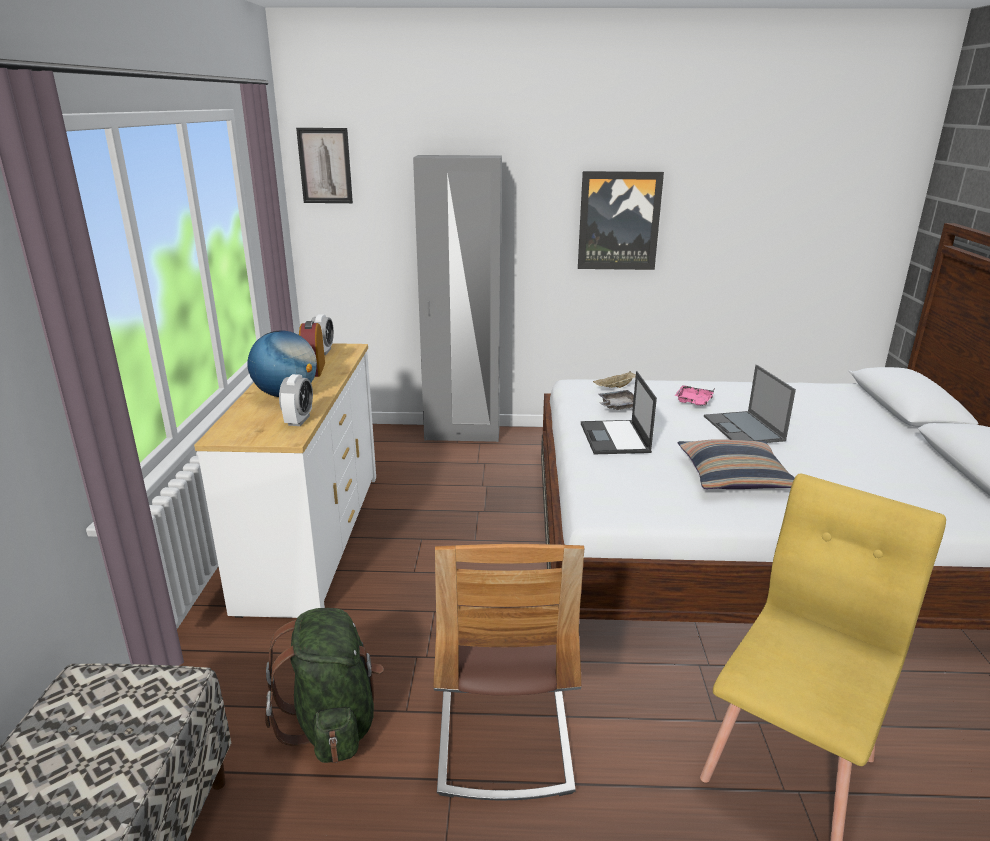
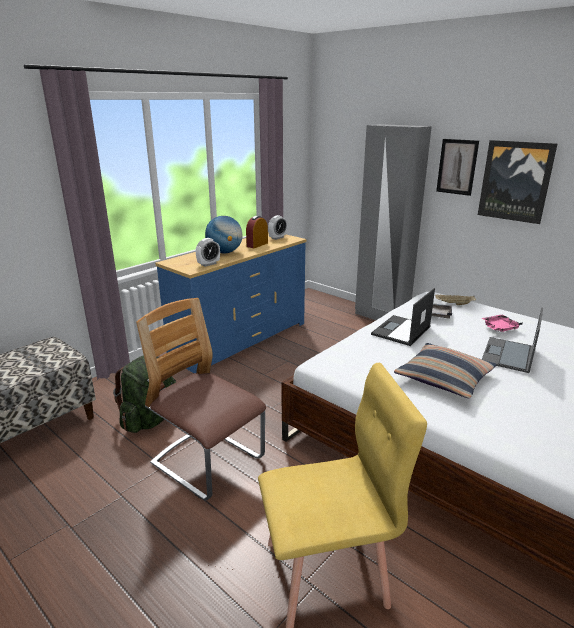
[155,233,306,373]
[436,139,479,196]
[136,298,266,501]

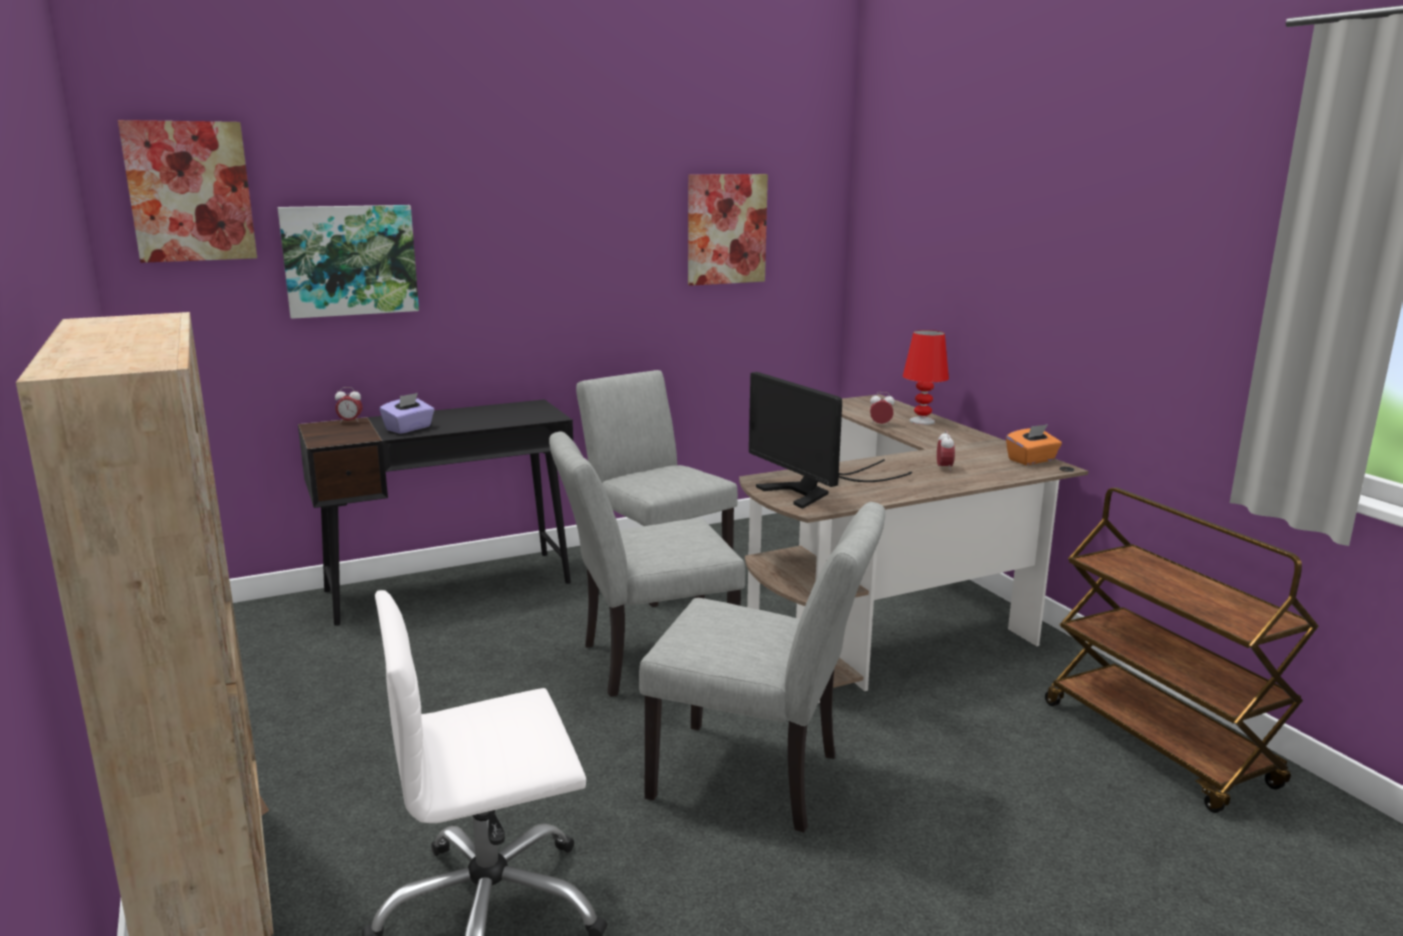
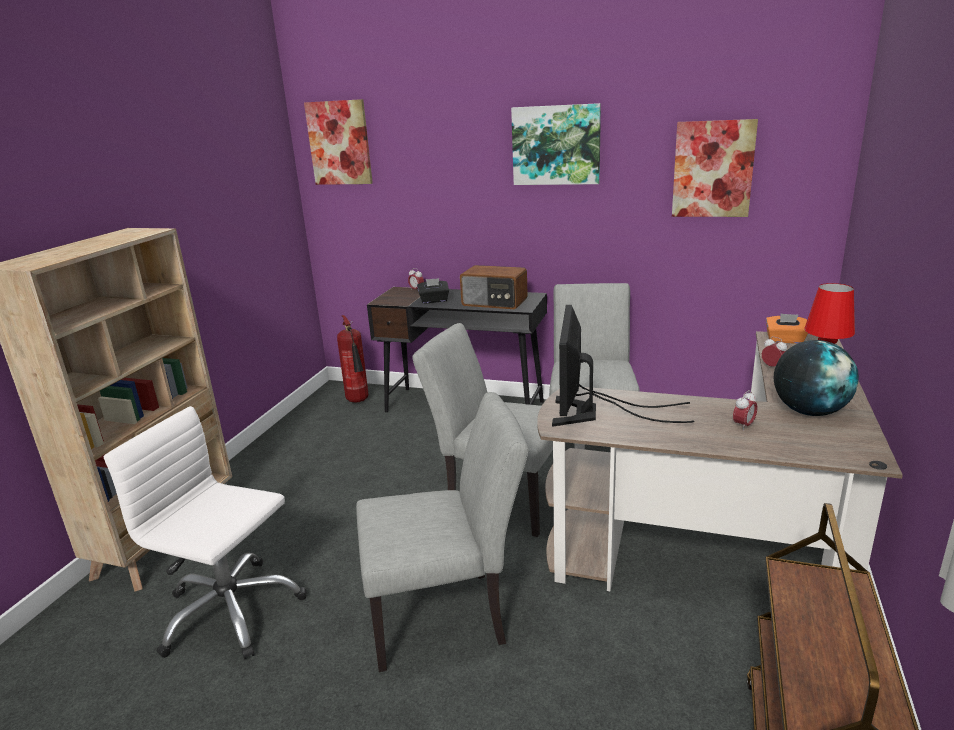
[511,103,601,185]
[417,278,449,303]
[356,392,528,672]
[766,313,808,344]
[337,315,368,403]
[460,265,528,309]
[774,340,859,416]

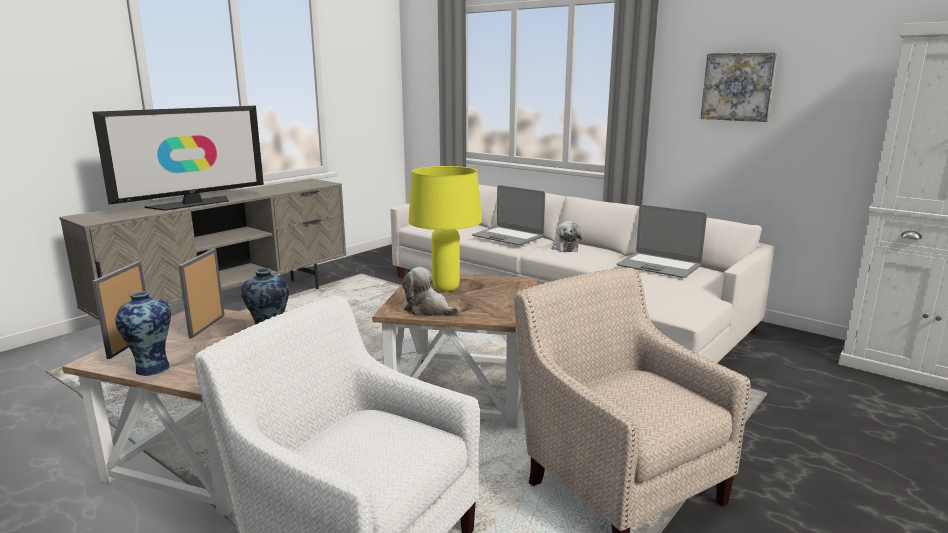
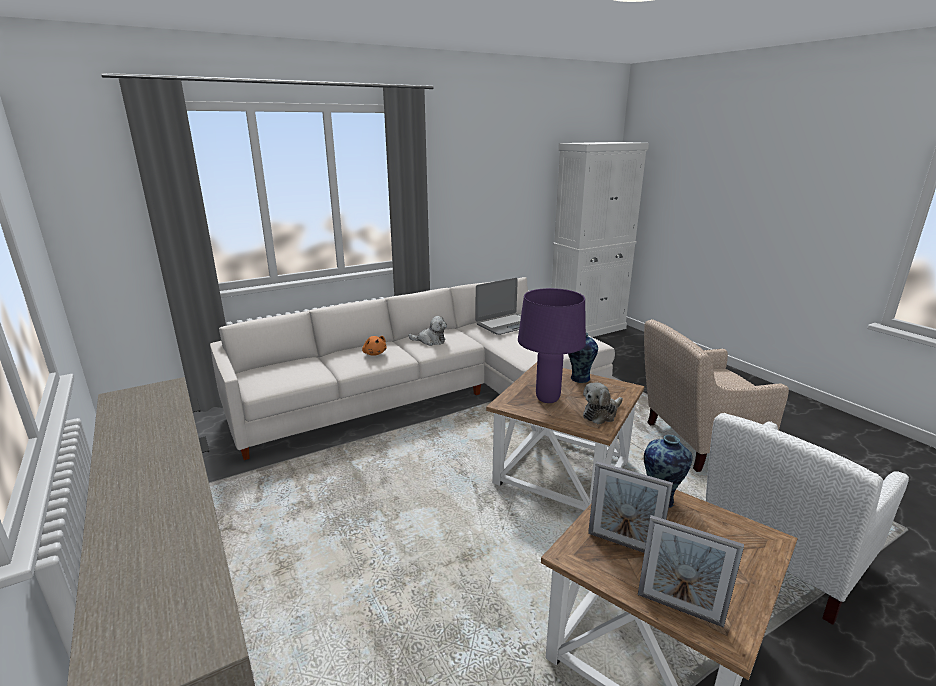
[92,106,264,210] (first image)
[568,333,598,383]
[518,288,586,403]
[362,336,387,356]
[701,52,777,122] (first image)

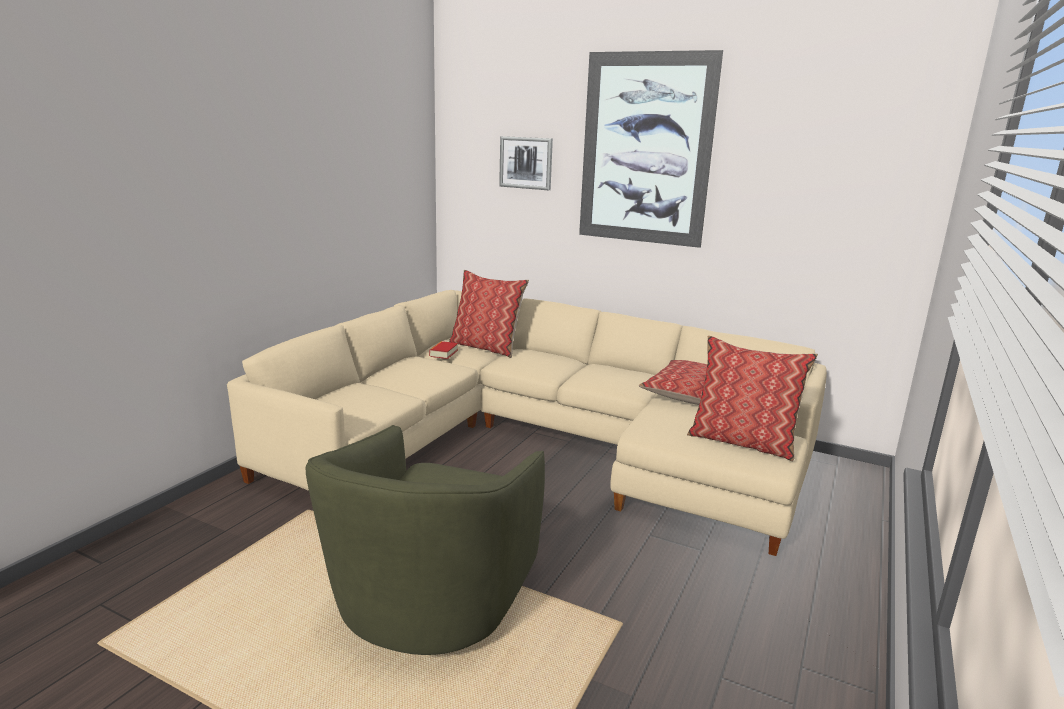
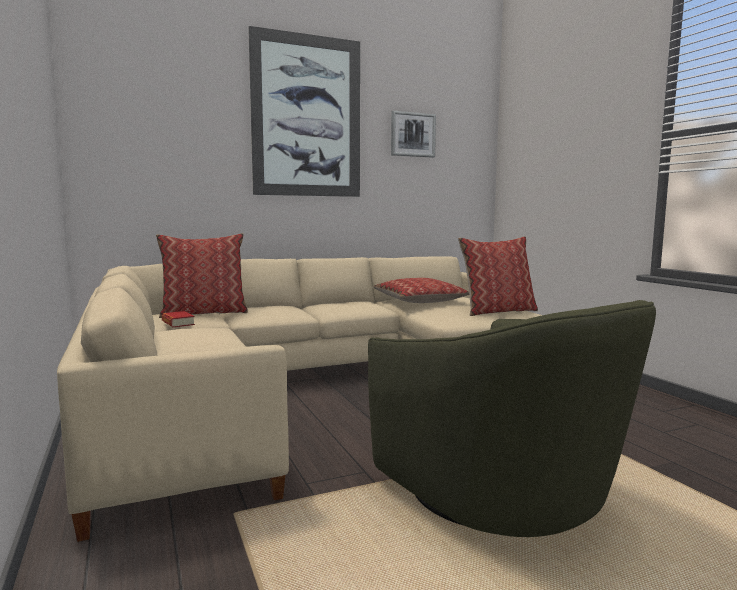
[391,111,436,158]

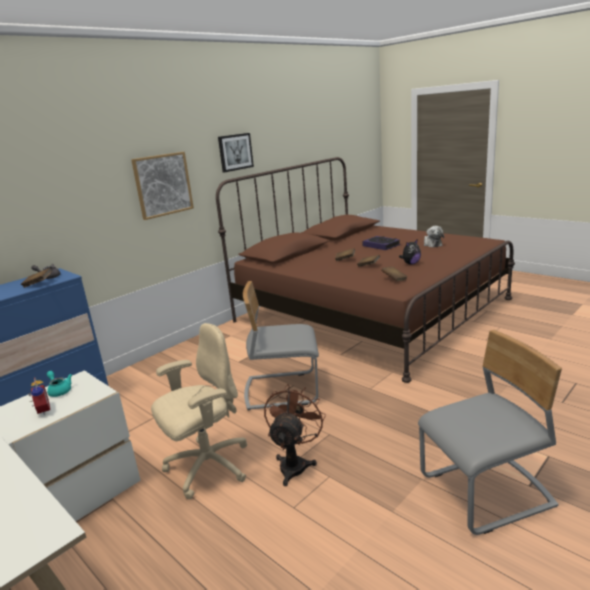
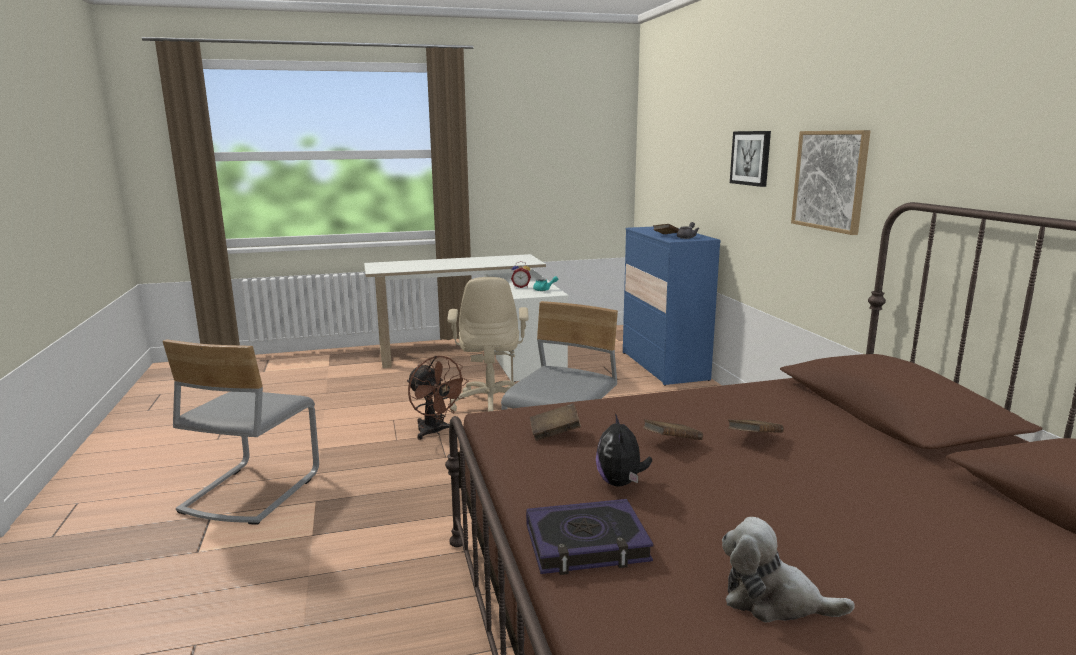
[730,131,771,187]
[526,499,654,575]

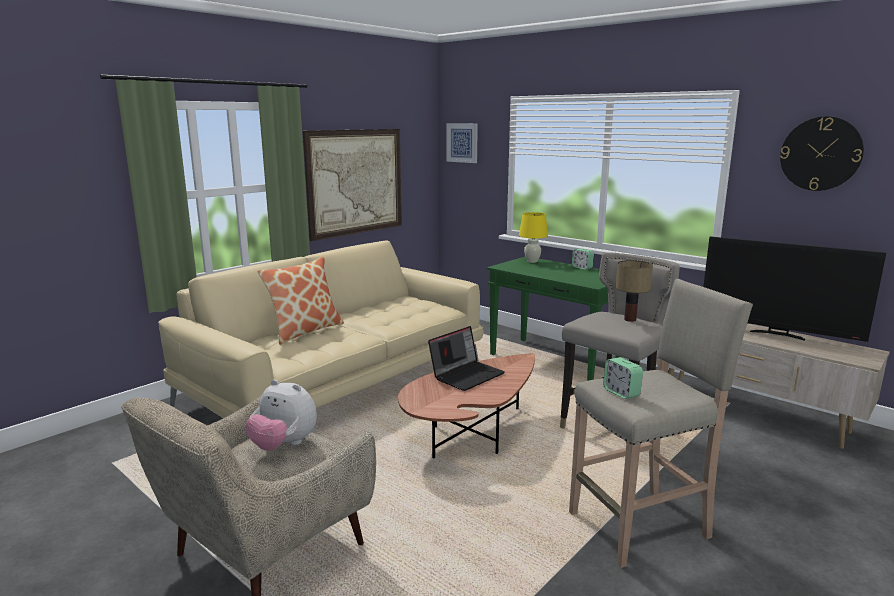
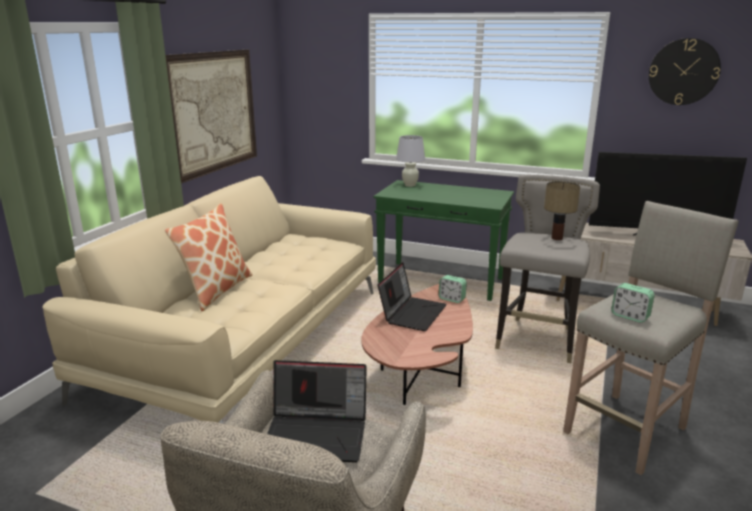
[267,360,367,463]
[447,123,478,163] (first image)
[396,135,425,187]
[439,275,467,303]

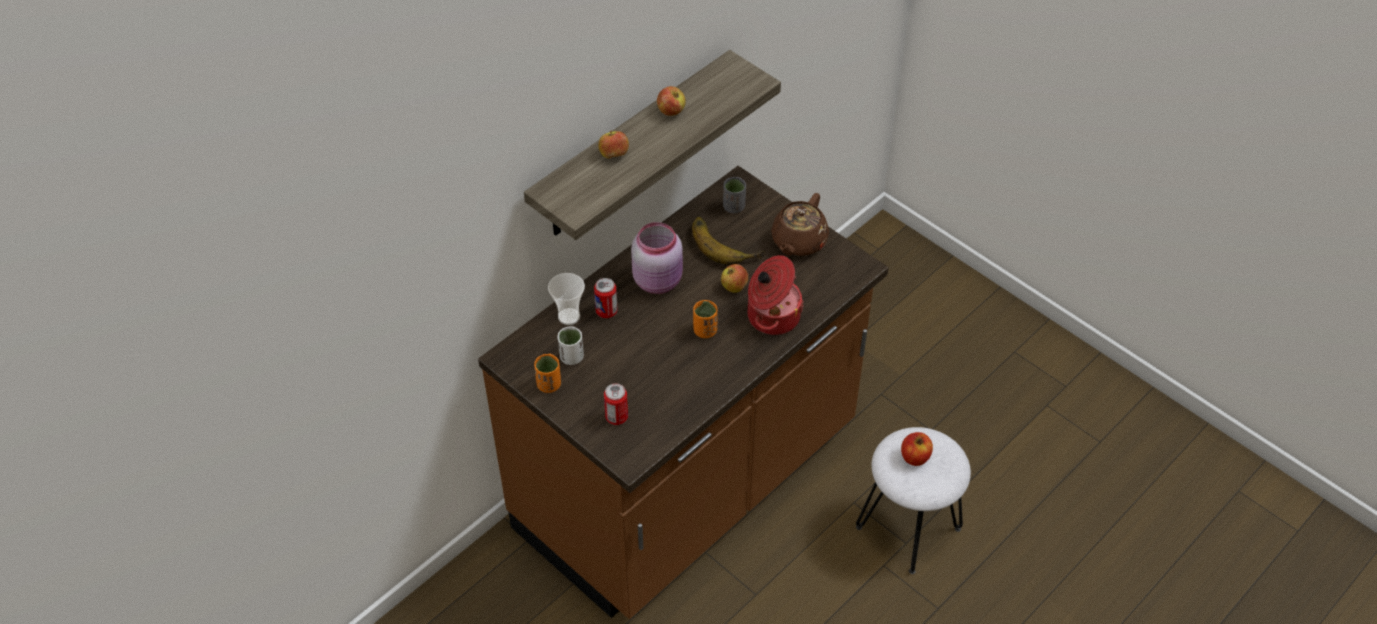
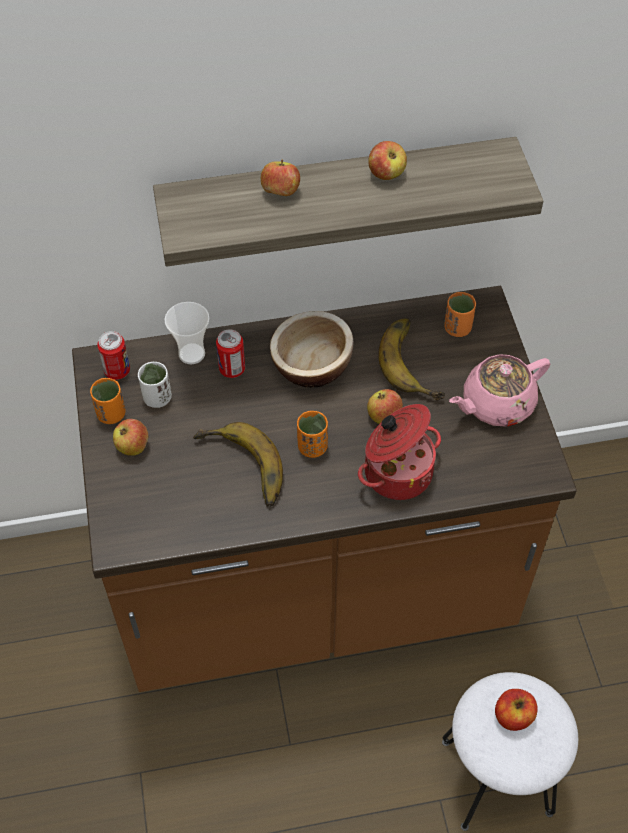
[97,331,130,380]
[270,311,353,388]
[444,292,476,337]
[449,354,551,427]
[113,419,148,456]
[193,422,283,507]

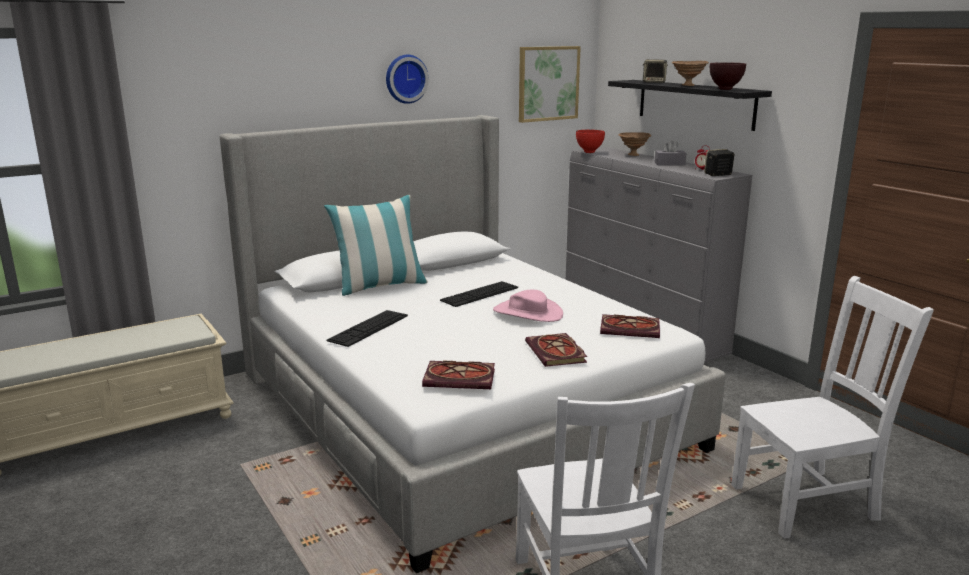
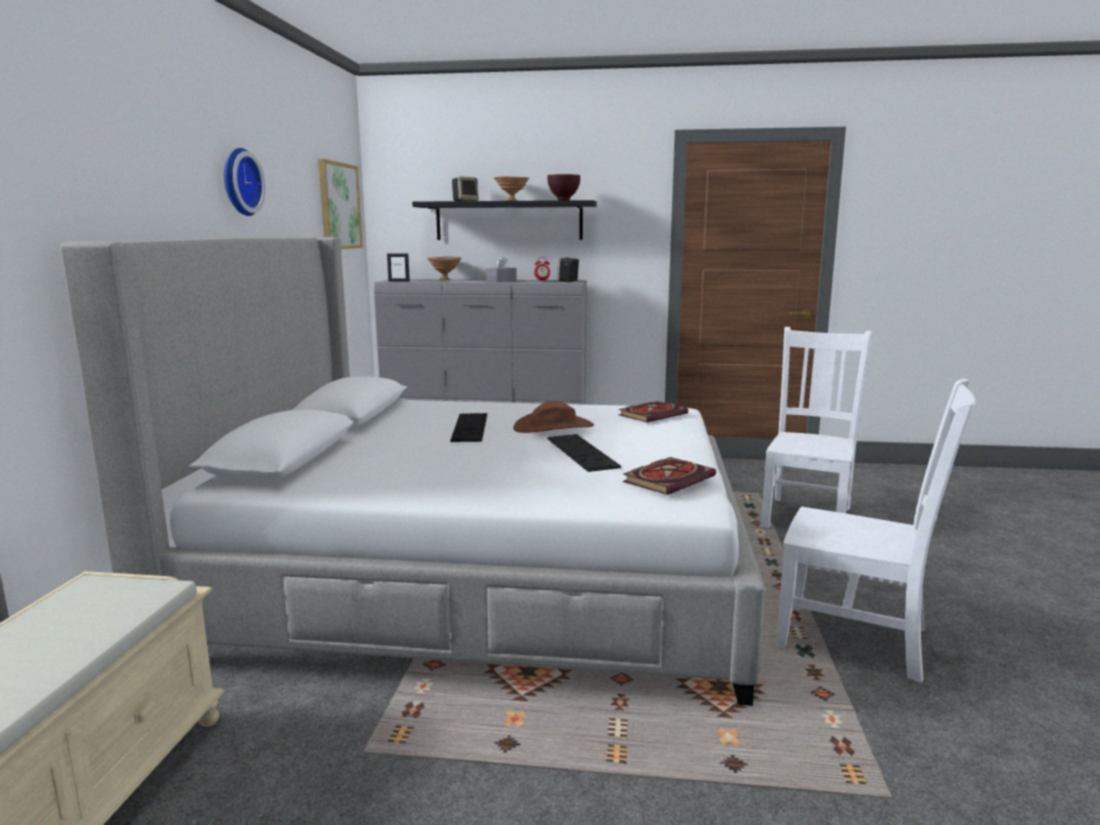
[324,195,428,296] (first image)
[547,434,621,472]
[513,401,594,433]
[525,333,587,367] (first image)
[387,253,410,282]

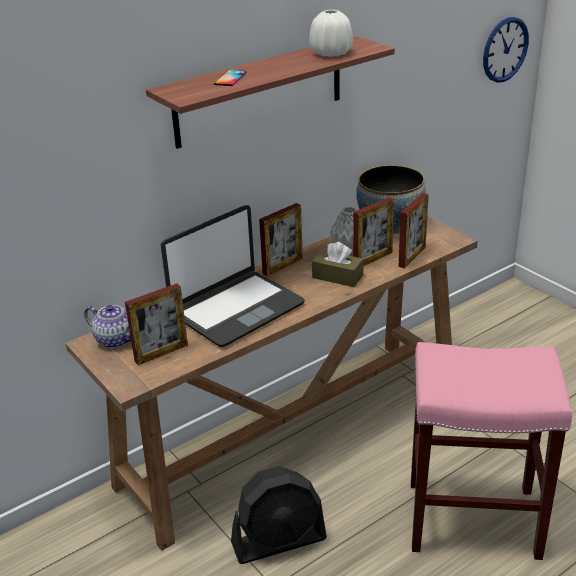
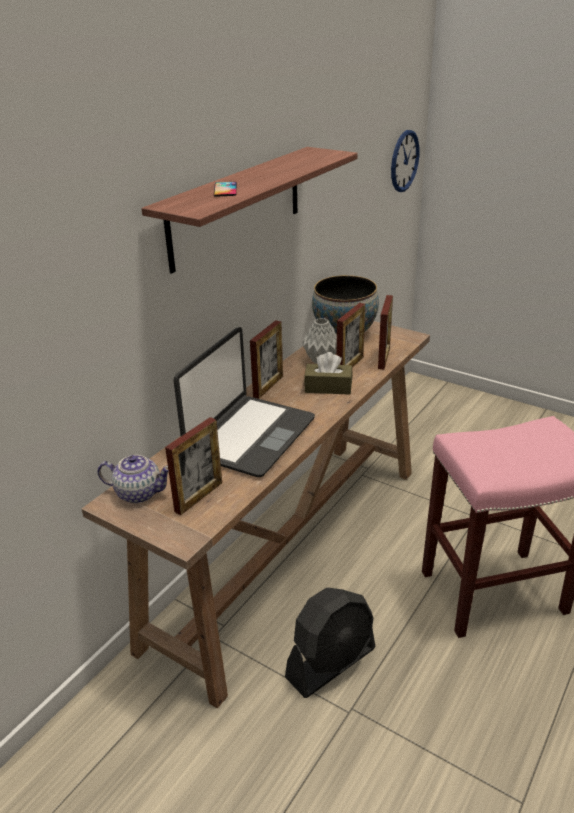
[309,10,353,57] (first image)

